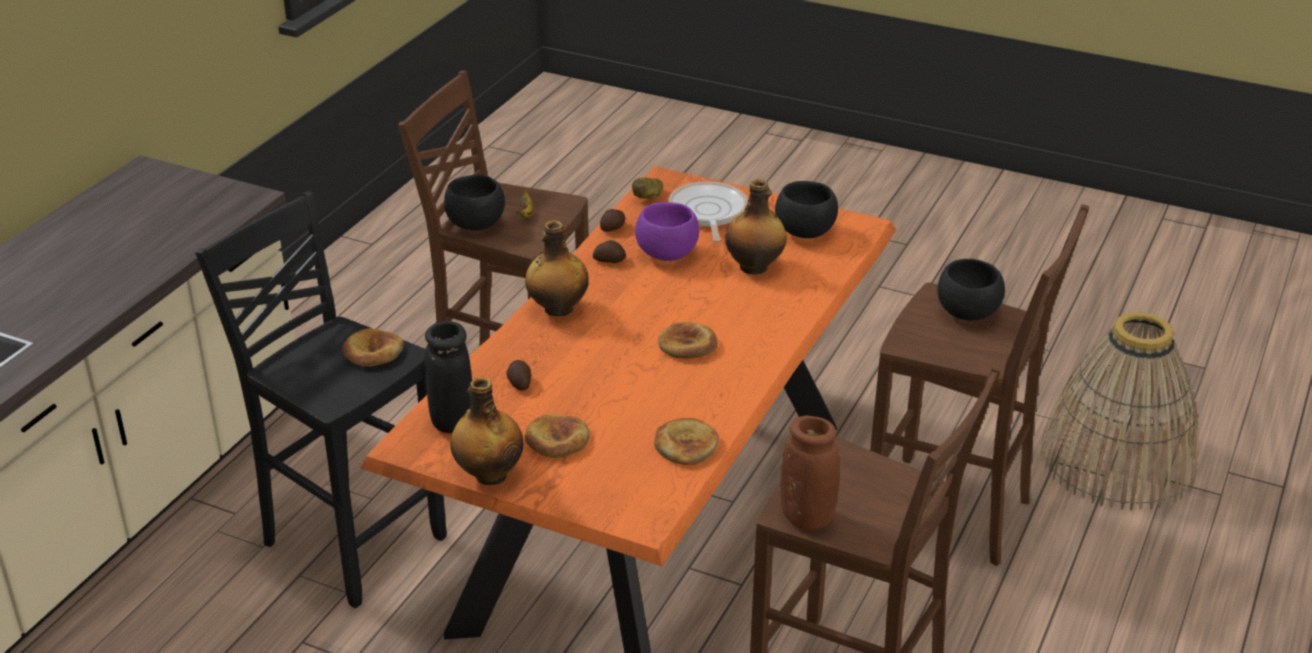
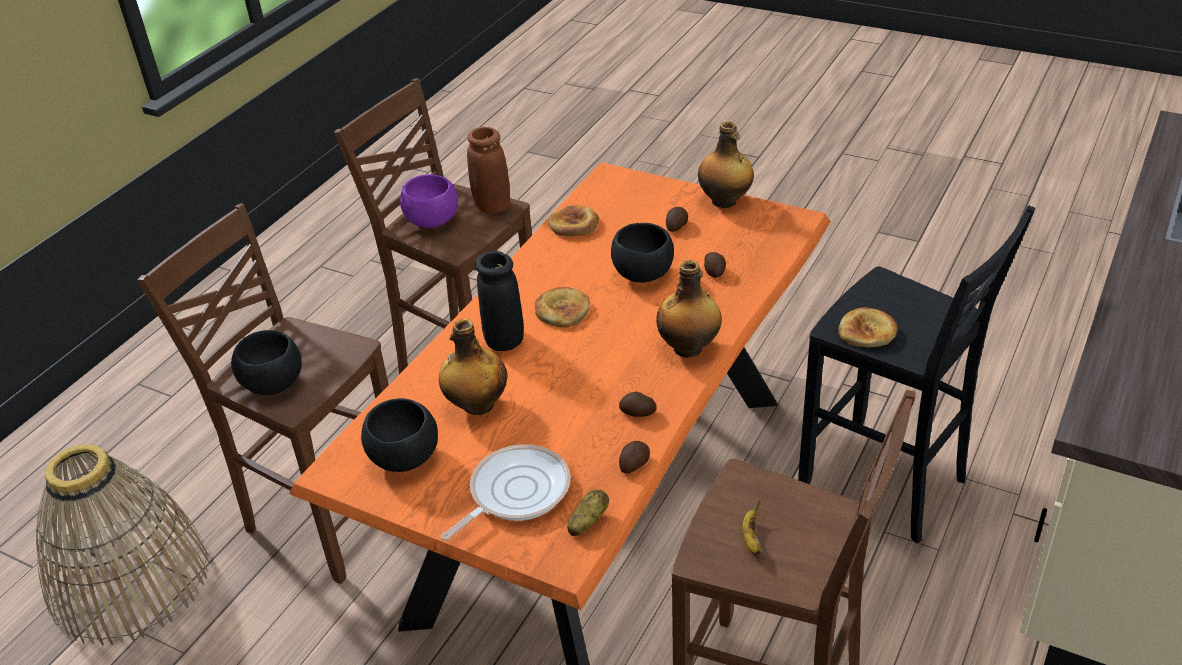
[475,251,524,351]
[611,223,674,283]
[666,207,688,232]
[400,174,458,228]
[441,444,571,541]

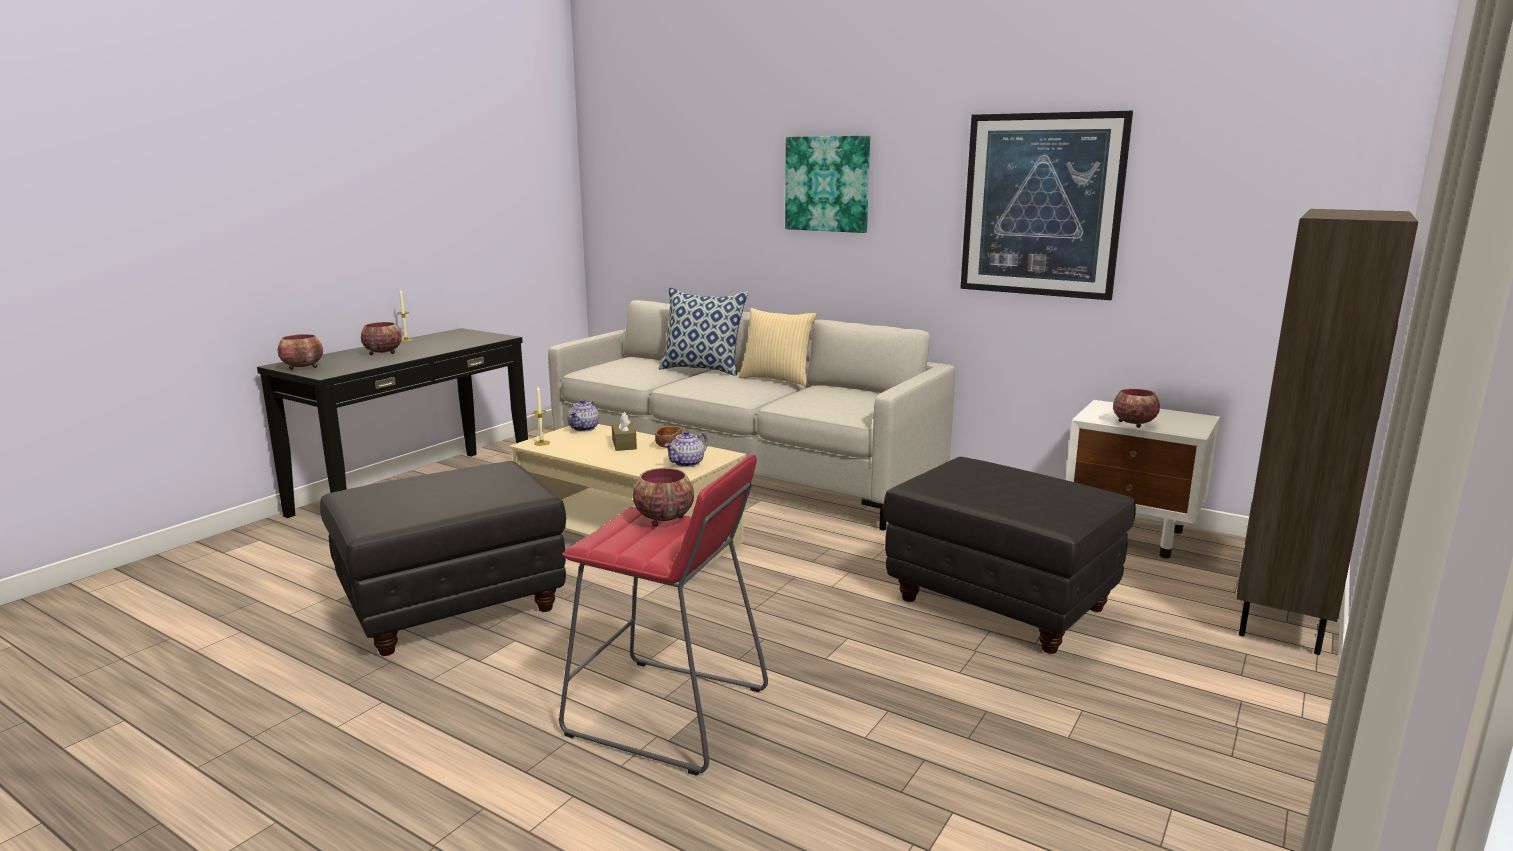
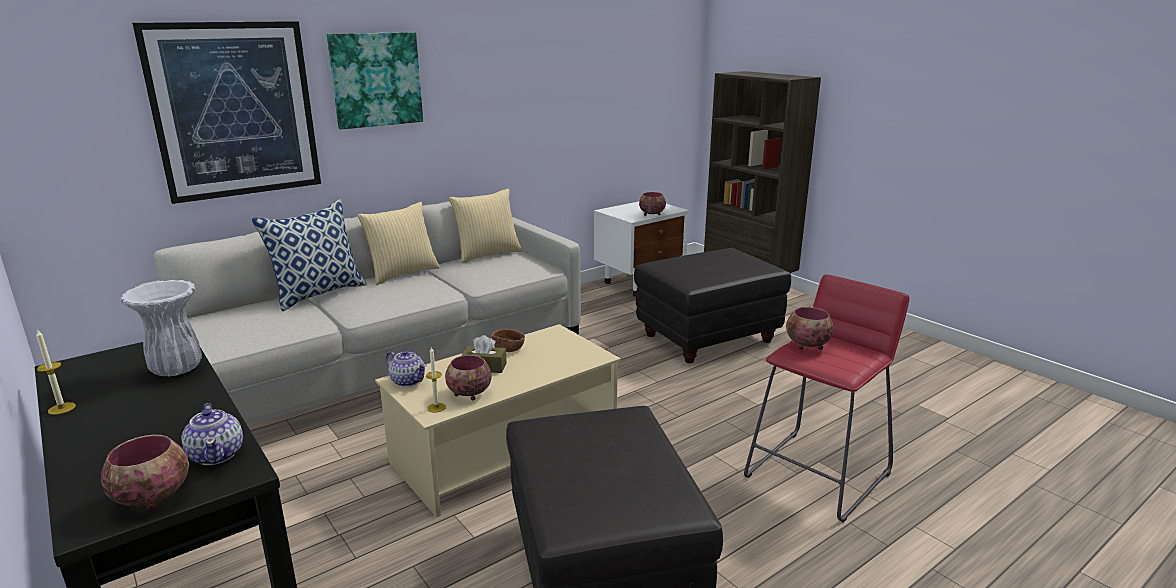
[445,355,492,400]
[181,403,243,465]
[132,21,321,204]
[120,280,202,376]
[449,188,522,263]

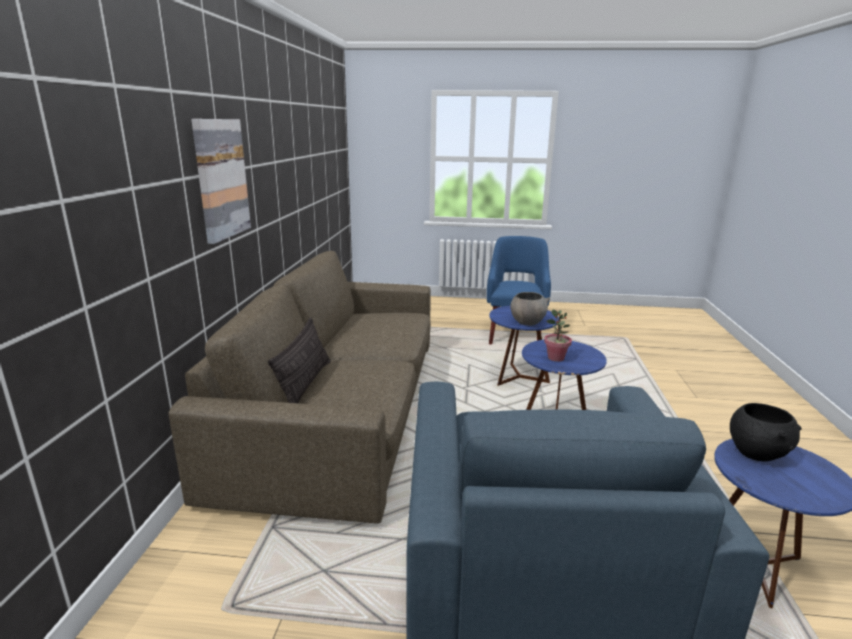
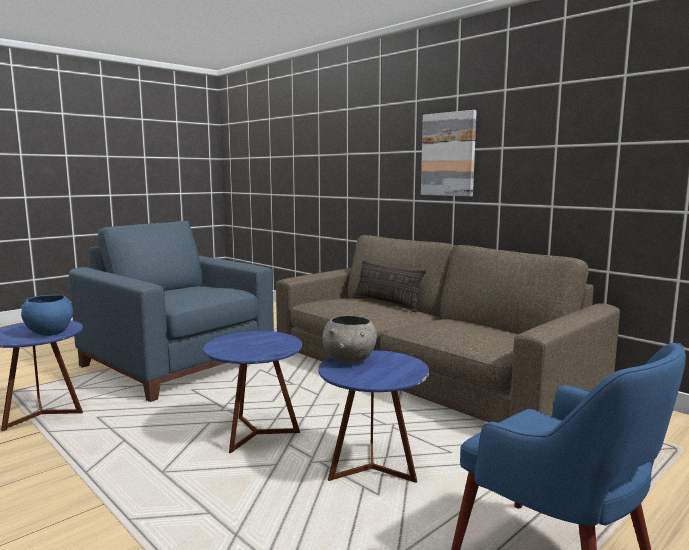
[544,310,572,362] (first image)
[21,295,73,336]

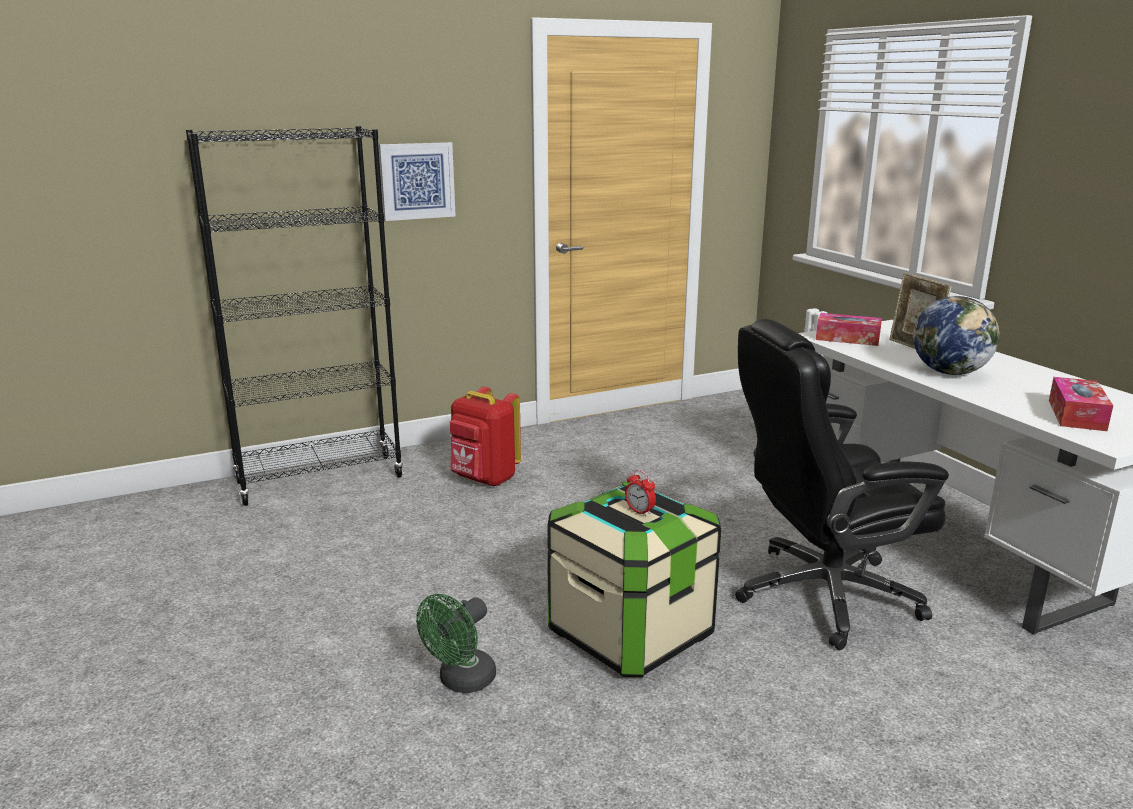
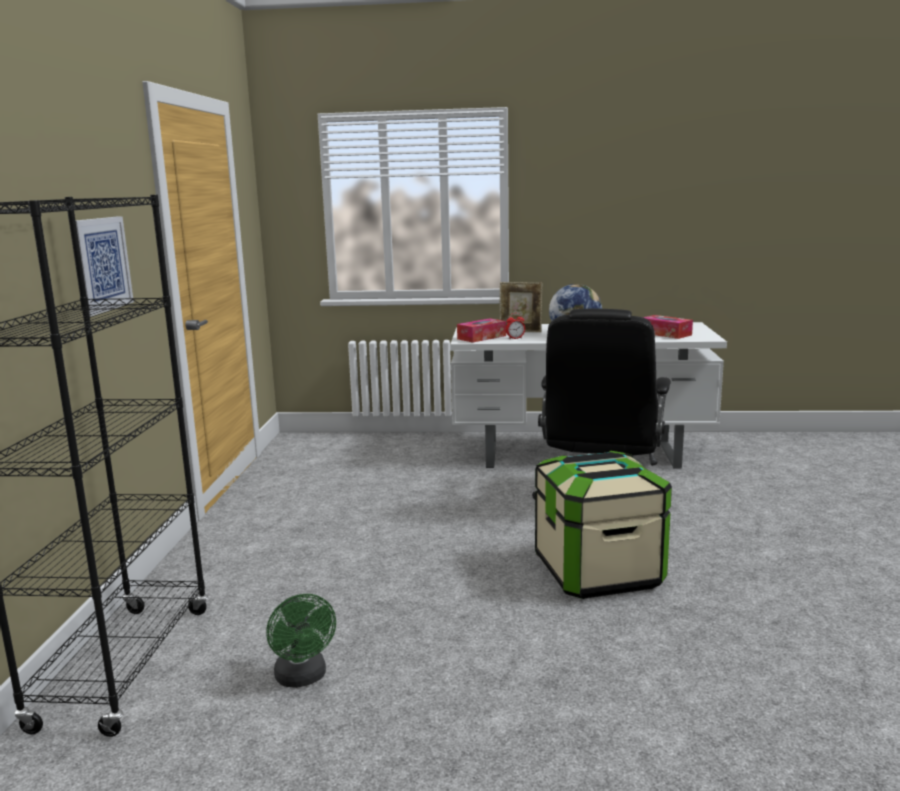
[266,594,336,688]
[450,386,521,487] (first image)
[506,313,525,339]

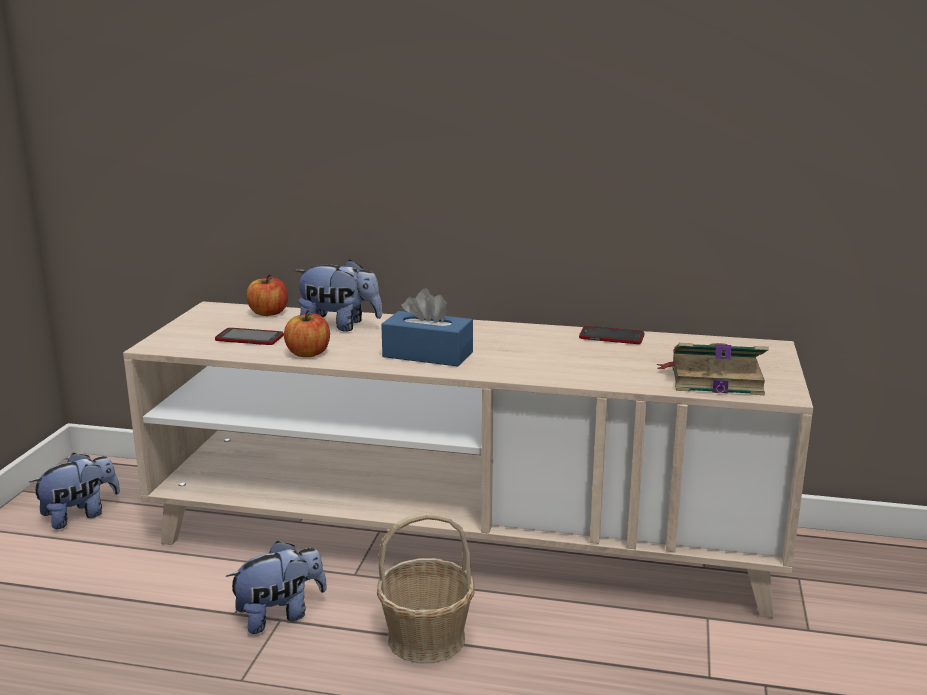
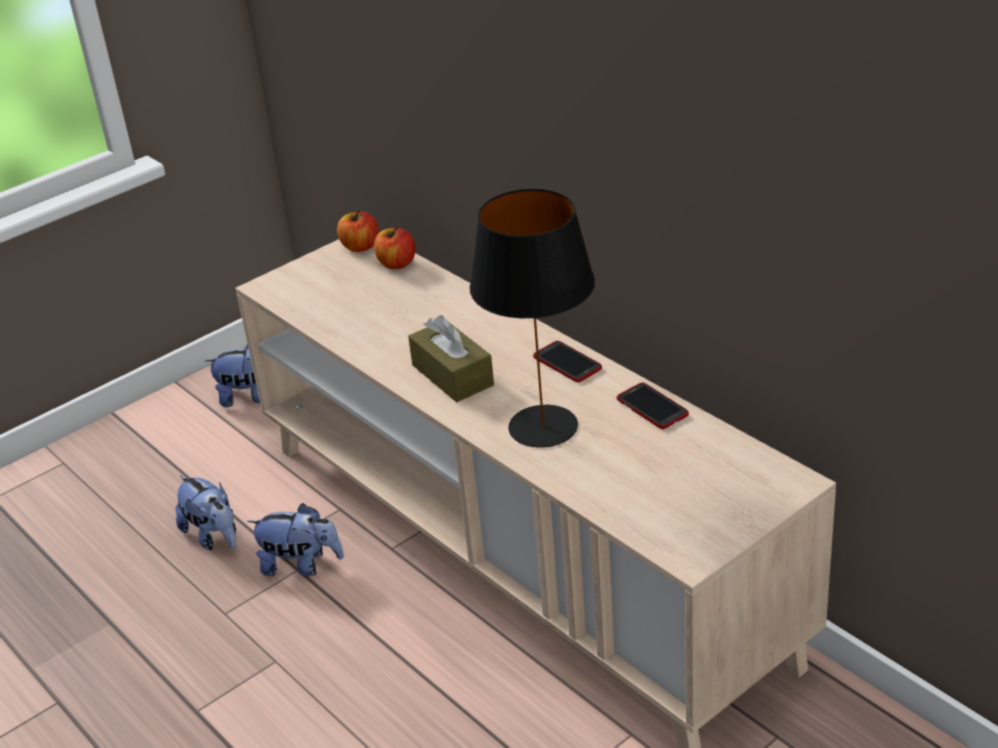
[533,341,602,382]
[337,210,379,252]
[175,475,236,550]
[377,513,475,663] (first image)
[408,315,494,402]
[656,343,769,395] (first image)
[470,189,595,448]

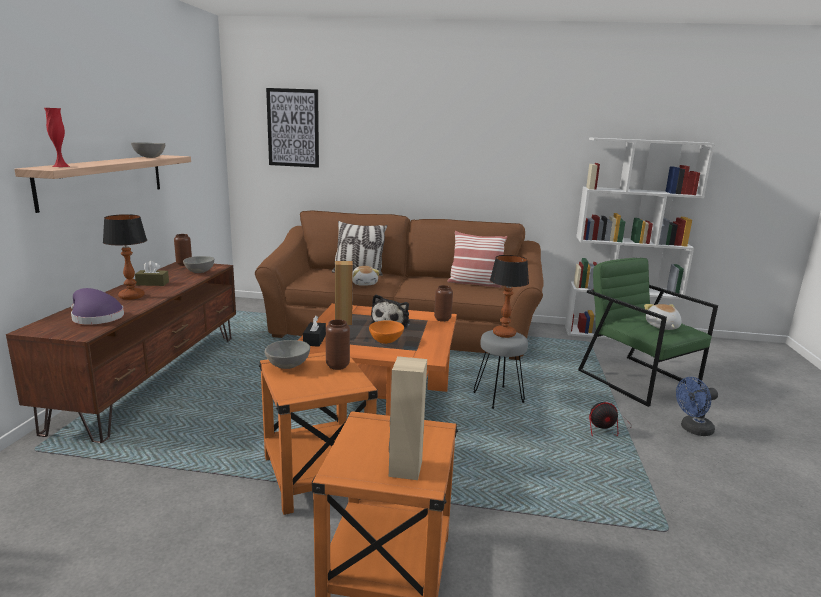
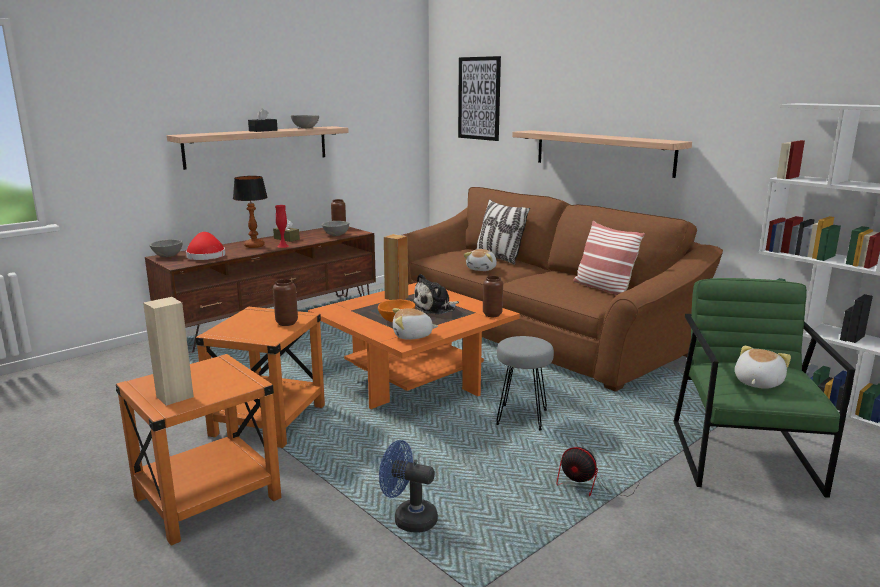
[275,205,289,248]
[186,232,225,260]
[149,239,183,257]
[248,109,278,132]
[490,255,529,338] (first image)
[379,440,438,533]
[392,308,438,340]
[512,130,692,178]

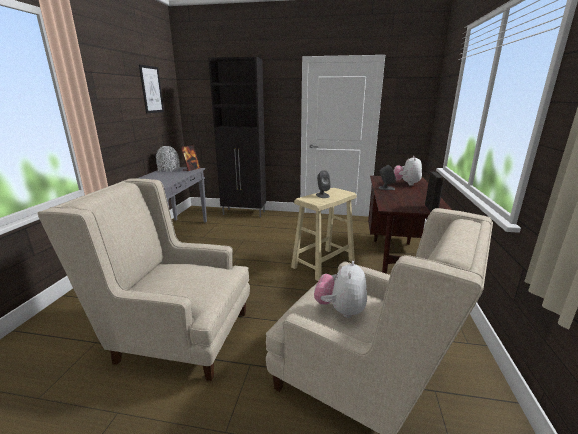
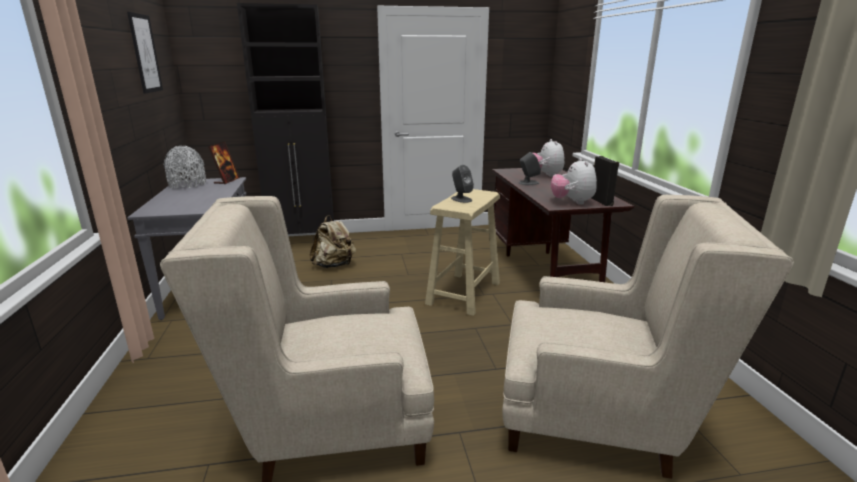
[550,158,597,205]
[309,215,356,268]

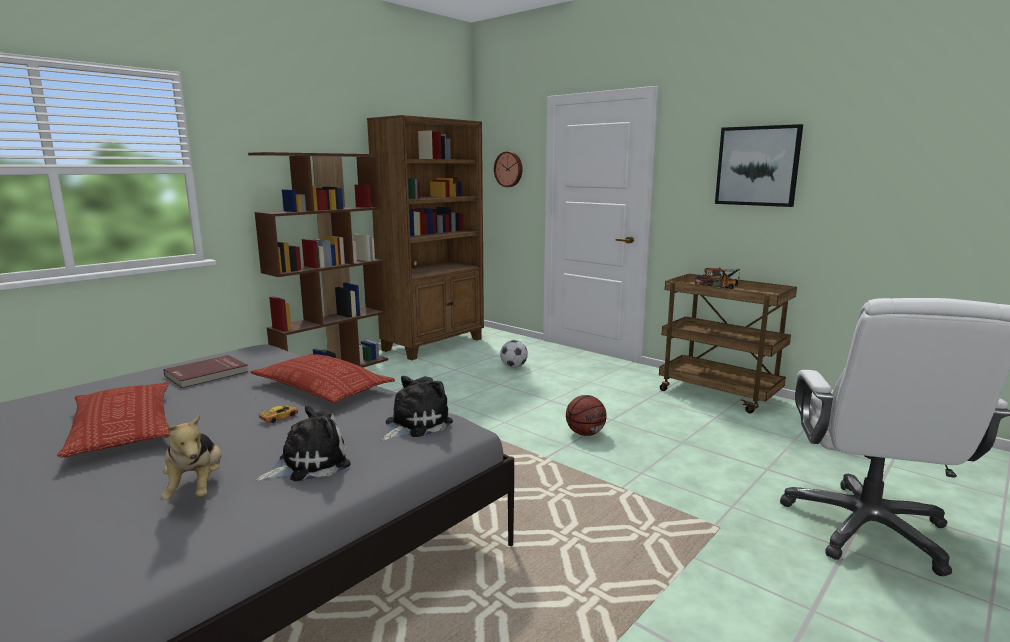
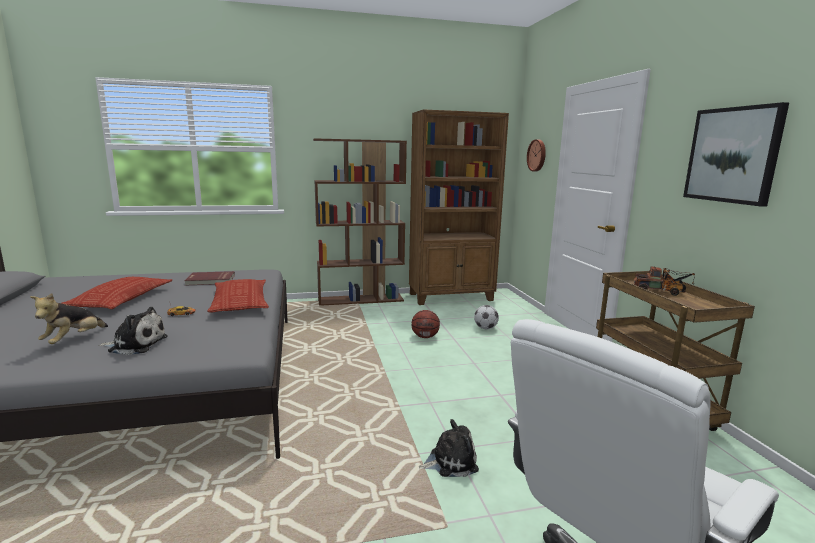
[419,419,479,477]
[412,310,440,338]

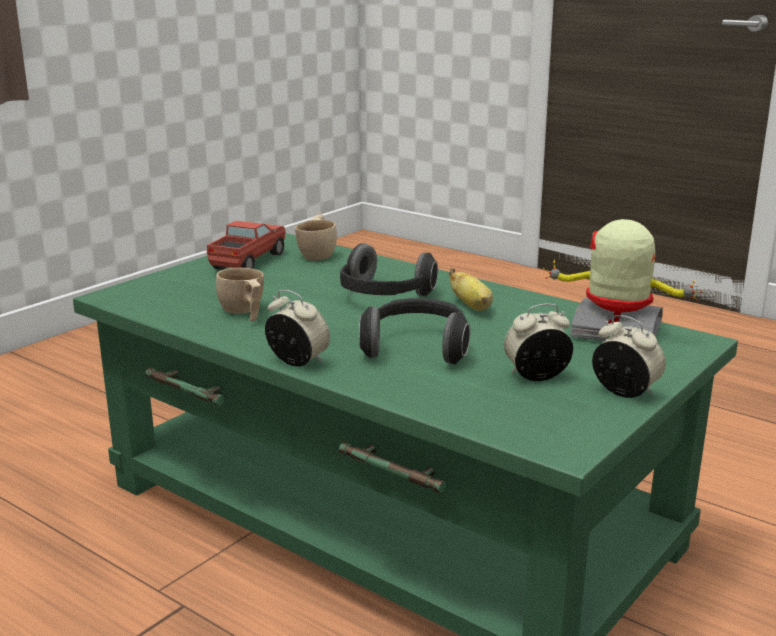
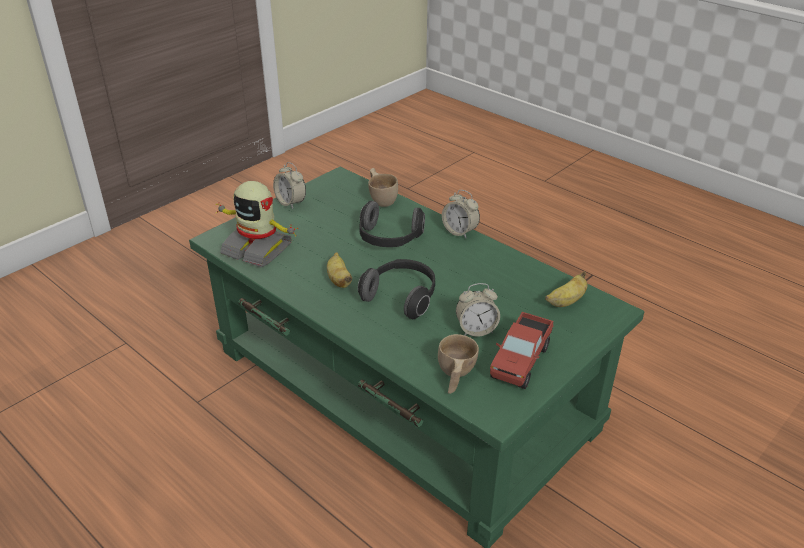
[368,168,398,207]
[456,283,500,337]
[545,271,587,307]

